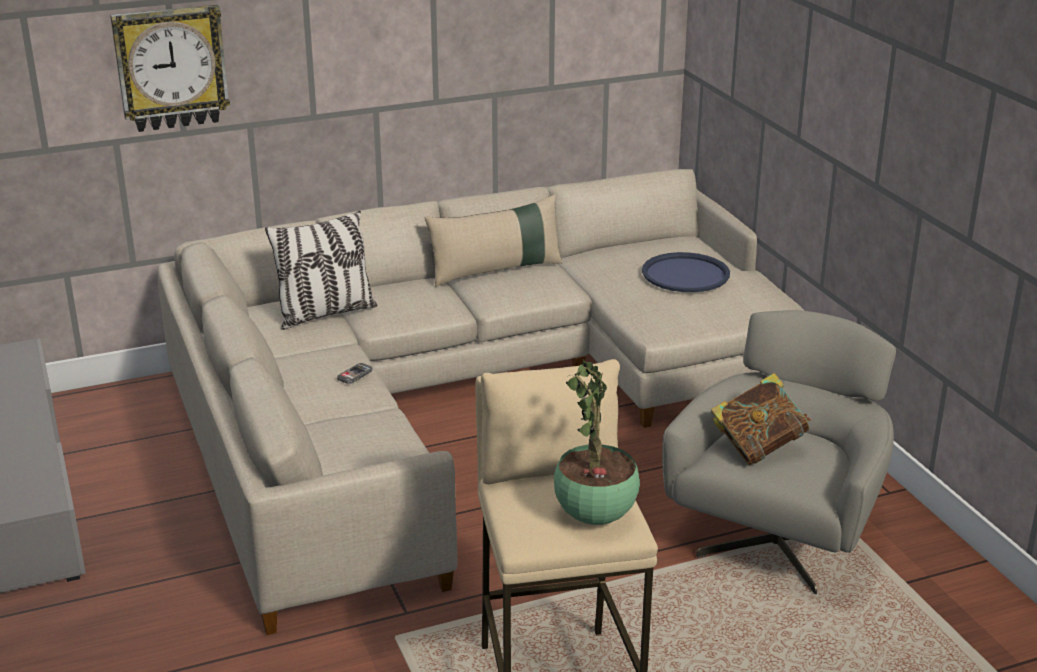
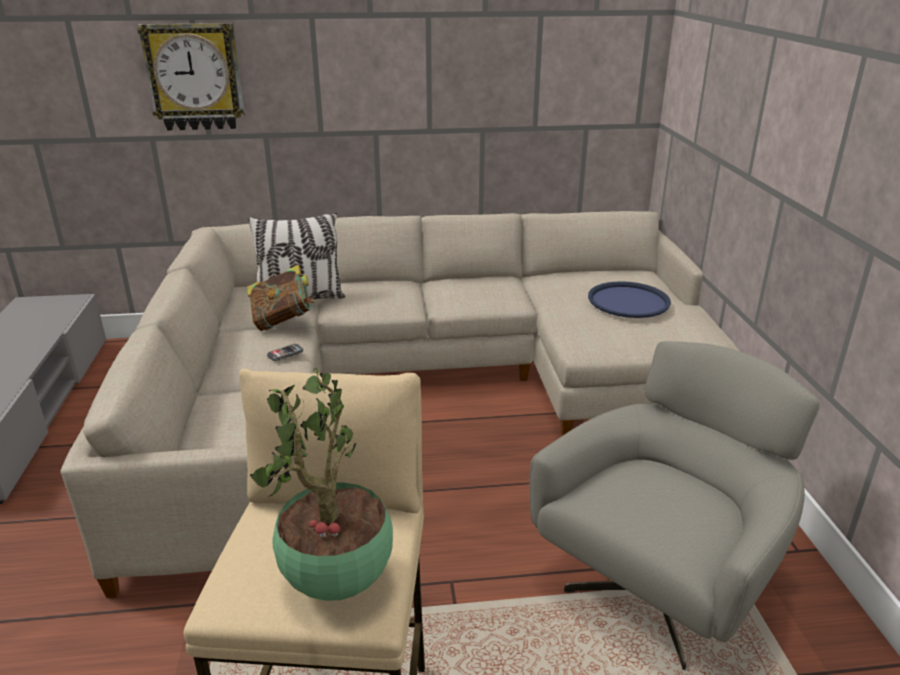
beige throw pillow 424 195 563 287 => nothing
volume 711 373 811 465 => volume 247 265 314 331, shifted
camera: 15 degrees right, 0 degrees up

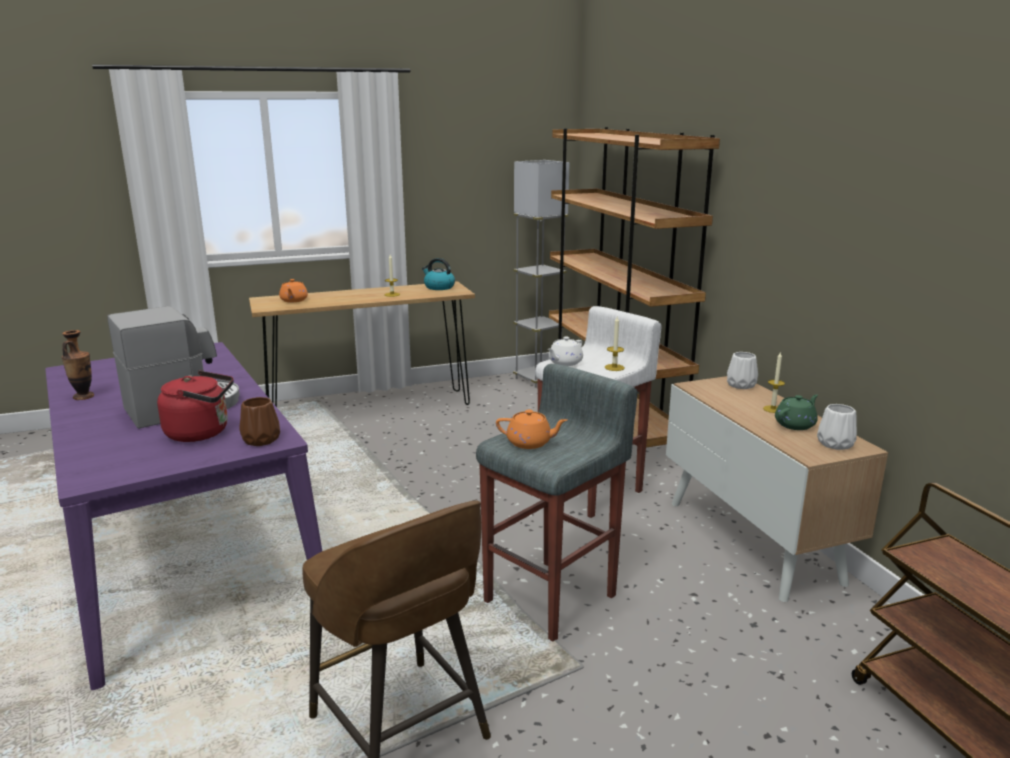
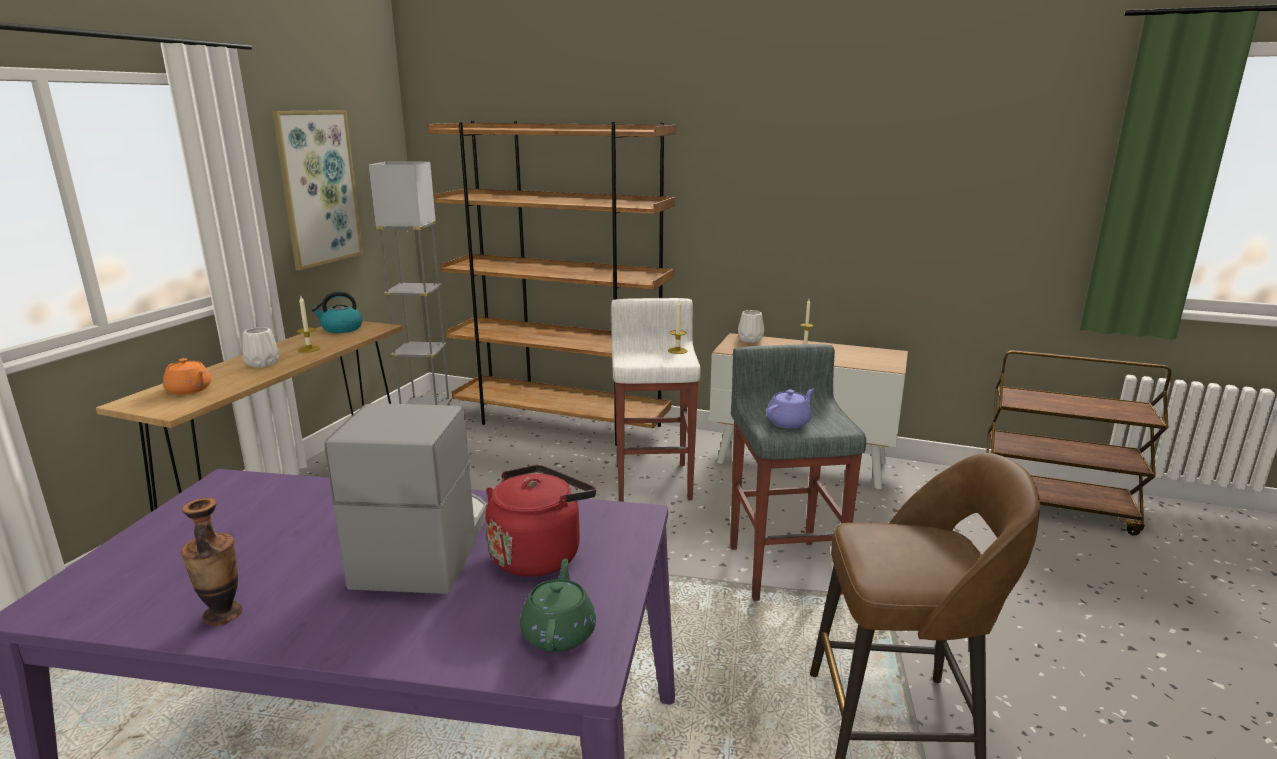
brown decorative vase 239 397 280 446 => nothing
orange tea pot 496 410 567 449 => purple-coloured tea pot 767 389 814 429
white-coloured tea pot 548 337 583 366 => nothing
greenish tea pot 775 395 818 430 => greenish tea pot 520 558 596 652, shifted
white-coloured decorative vase 817 404 857 450 => white-coloured decorative vase 243 327 279 368, shifted
nothing => wall picture 272 110 363 270
camera: 50 degrees left, 0 degrees up

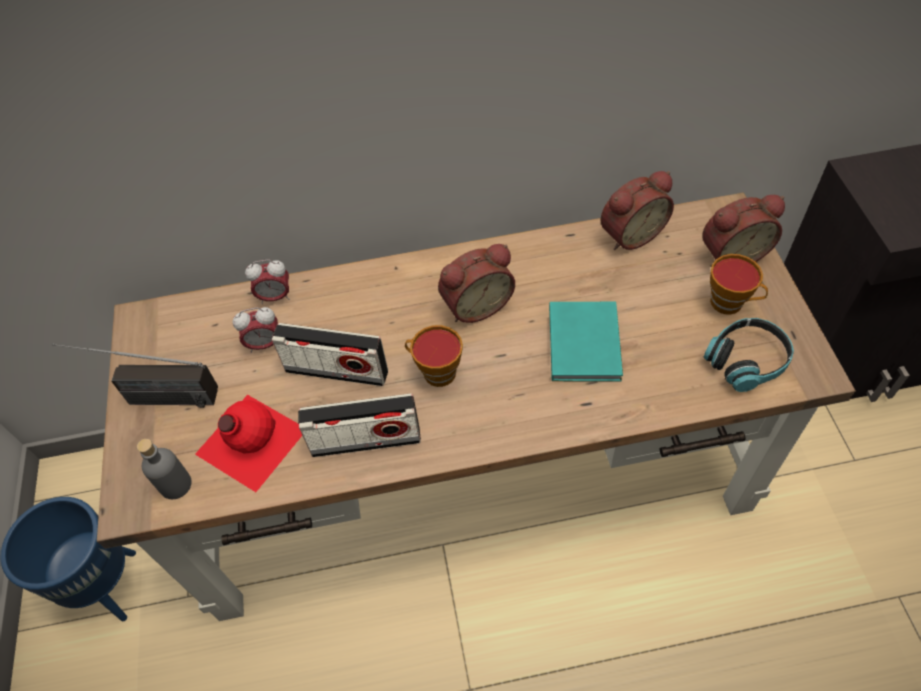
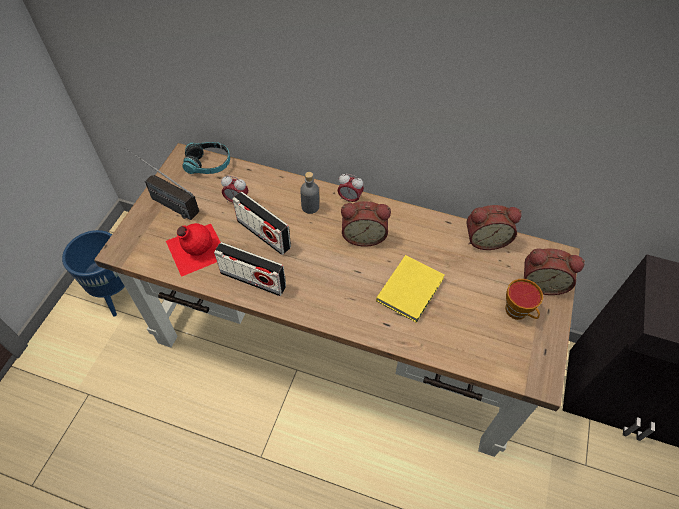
greyish beverage bottle 137 439 192 499 => greyish beverage bottle 300 172 319 214, shifted
table clock 245 260 290 304 => table clock 337 174 364 202, shifted
small cup 405 325 463 387 => nothing
blue-green volume 549 302 623 382 => yellow-coloured volume 376 255 445 323
headphones 704 318 794 392 => headphones 182 142 230 174, shifted
camera: 25 degrees right, 0 degrees up

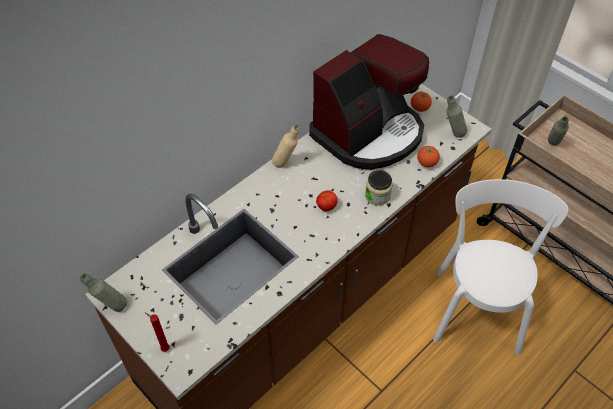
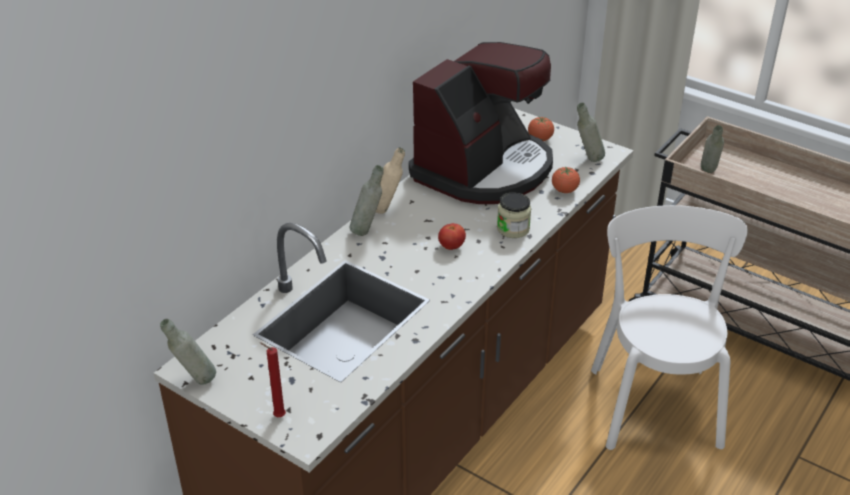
nothing => greyish beverage bottle 350 165 384 236
camera: 10 degrees left, 15 degrees down

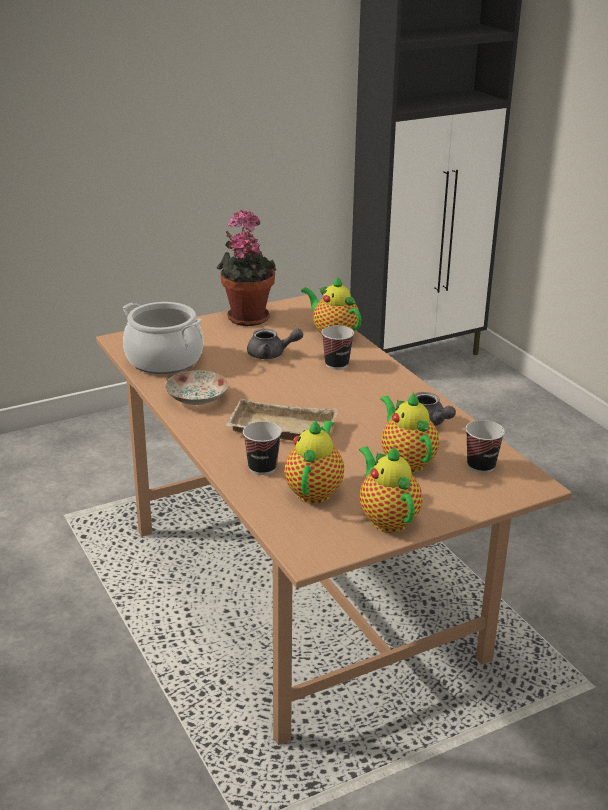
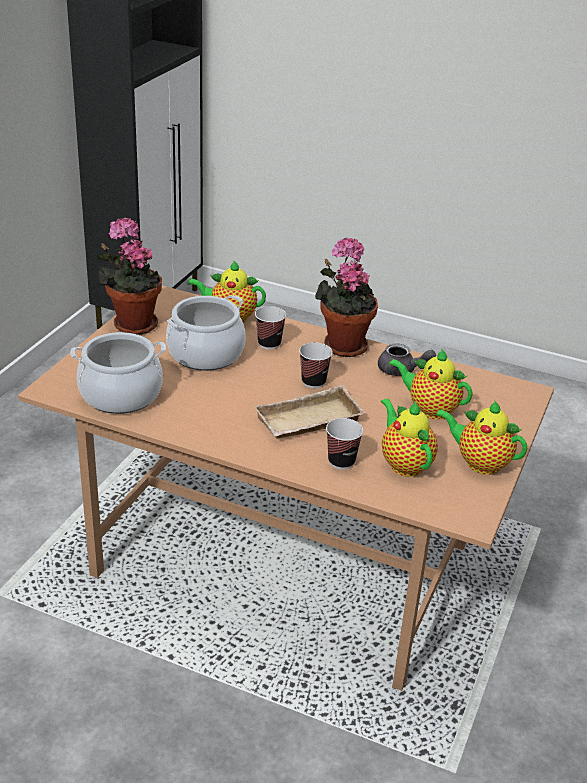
dinner plate 165 370 228 405 => nothing
greyish tea pot 247 329 303 359 => saucepot 166 295 245 371
small cup 466 420 505 473 => small cup 299 342 333 388, shifted
nothing => houseplant 315 238 378 357
camera: 40 degrees left, 5 degrees up

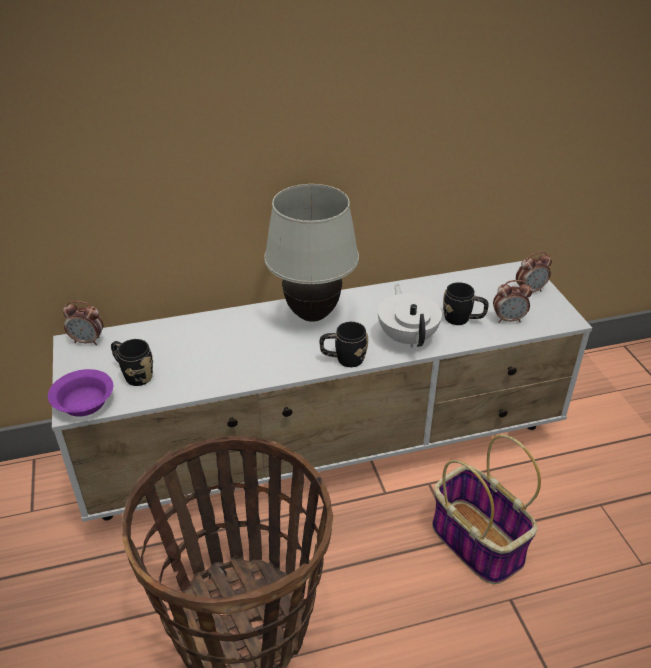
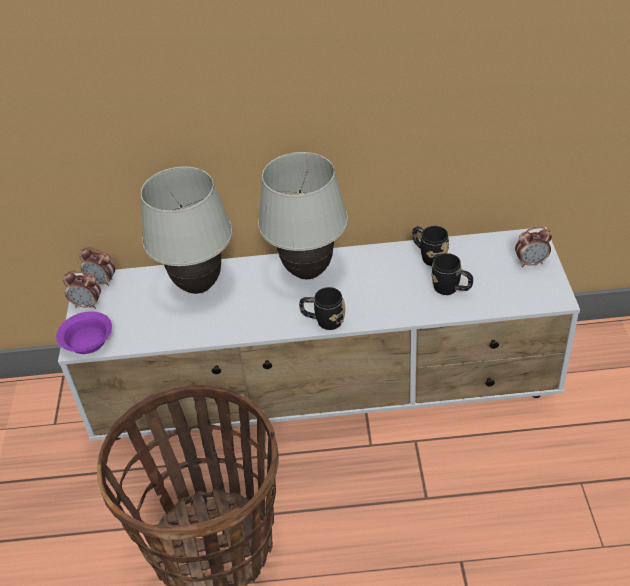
black coffee mug 111 339 153 386 => black coffee mug 412 226 449 266, shifted
white-coloured tea pot 378 284 442 348 => nothing
storage basket 432 434 541 584 => nothing
table clock 493 280 532 323 => table clock 63 271 101 309, shifted
nothing => white-coloured tabletop lamp 140 166 233 294
camera: 15 degrees right, 5 degrees up

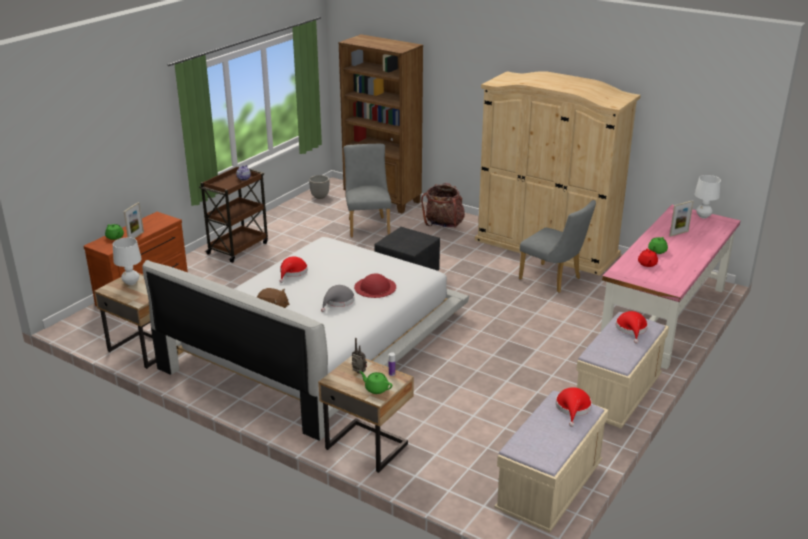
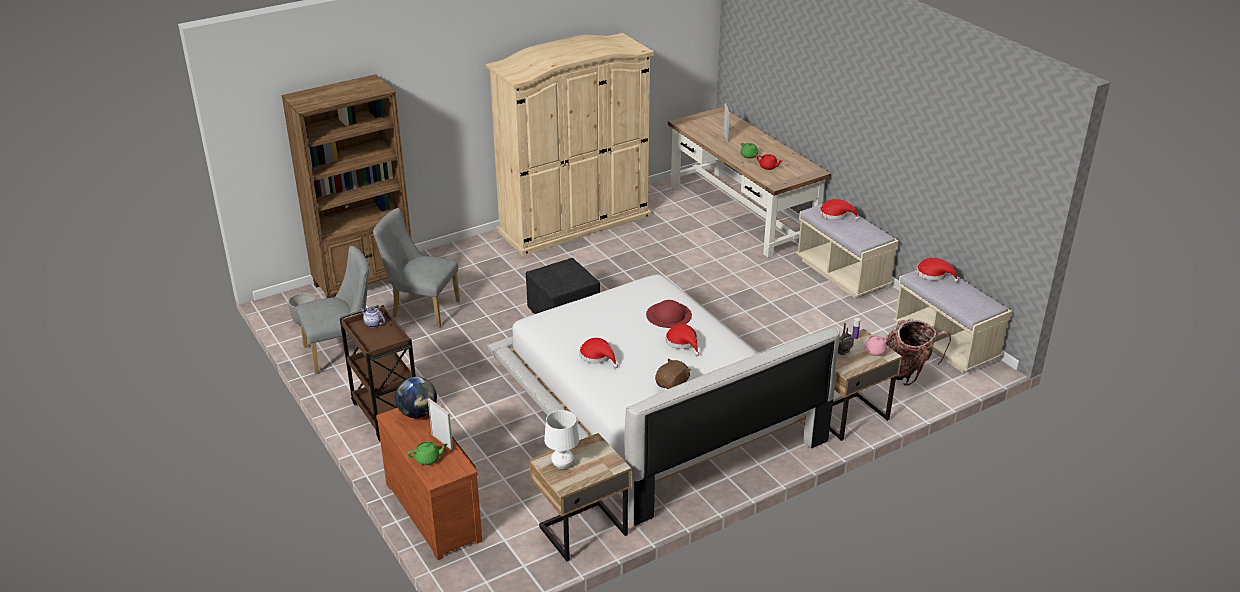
greyish clothing hat 321 285 355 312 => red clothing hat 666 324 699 356
greenish tea pot 359 371 392 394 => pinkish tea pot 863 336 889 356
knapsack 421 183 465 228 => knapsack 886 319 951 385, shifted
greyish upright chair 519 200 596 293 => greyish upright chair 296 246 369 374, shifted
pinkish desk table 601 205 741 369 => brown desk table 668 107 831 258
white-coloured tabletop lamp 695 175 721 218 => nothing
nothing => desk globe 395 377 437 418
camera: 65 degrees left, 5 degrees up

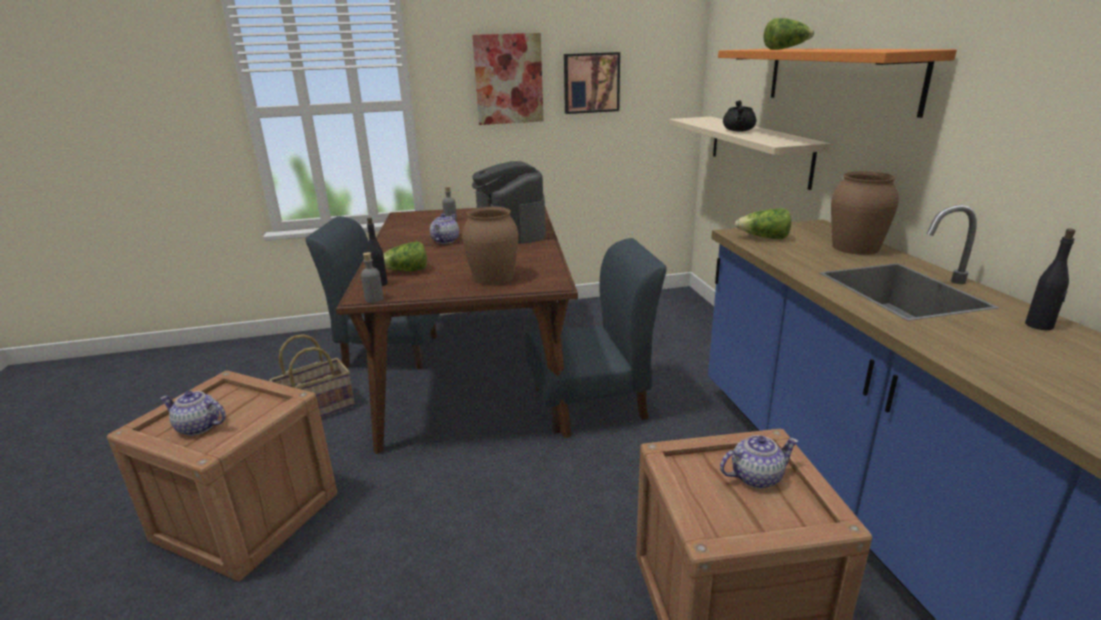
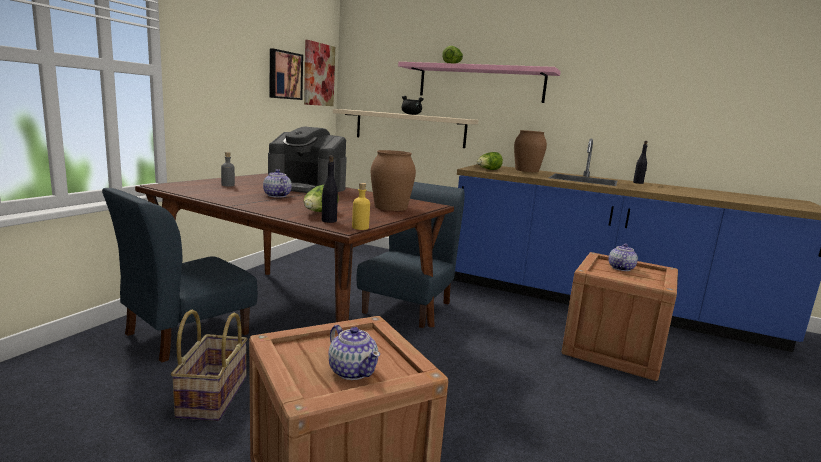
tea pot 160 391 226 436 => tea pot 329 325 380 380, 90 degrees counterclockwise
greyish beverage bottle 361 252 384 303 => yellow-coloured beverage bottle 352 183 370 230
wall picture 472 33 543 125 => wall picture 304 40 335 106, shifted
orange shelf 718 49 957 118 => pinkish shelf 398 62 561 103
camera: 55 degrees left, 10 degrees down

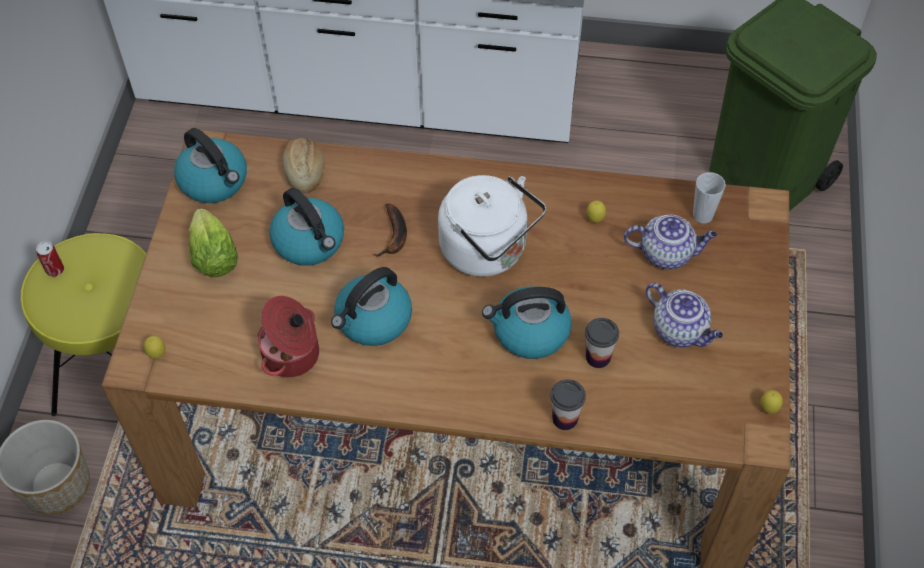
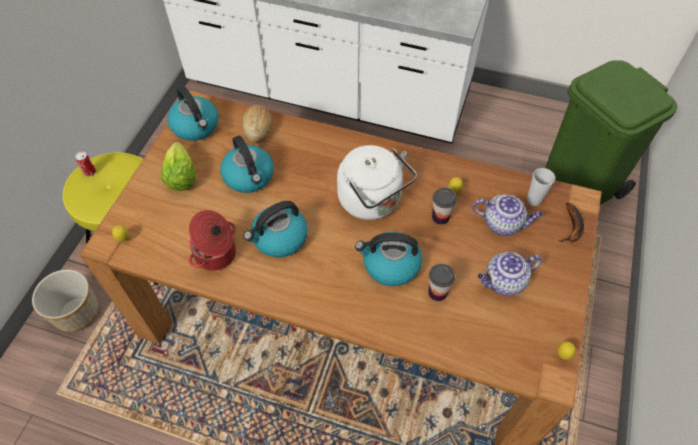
banana 374 203 407 257 => banana 558 203 584 242, shifted
small cup 550 379 586 430 => small cup 432 188 457 225, shifted
tea pot 646 283 723 348 => tea pot 478 252 542 296, 105 degrees clockwise
camera: 10 degrees right, 0 degrees up

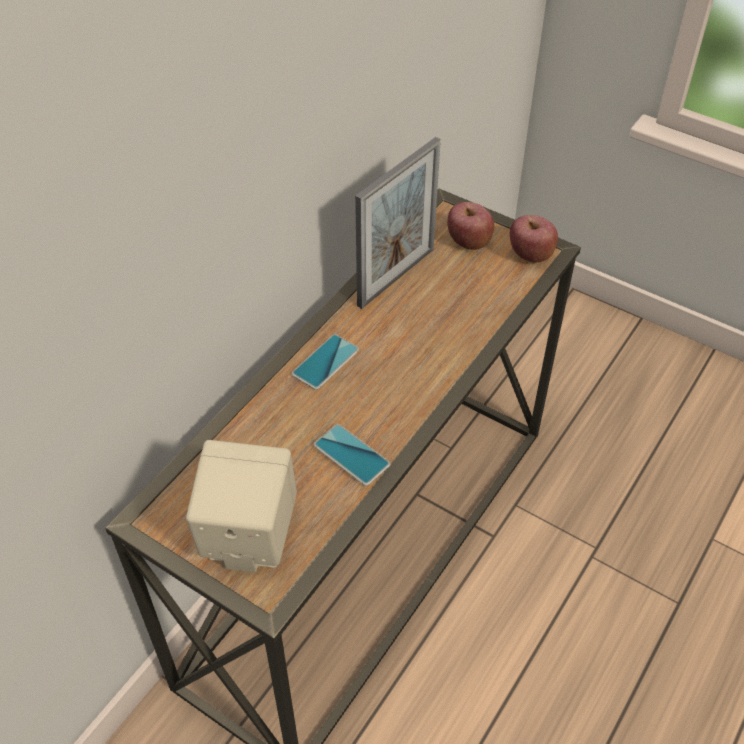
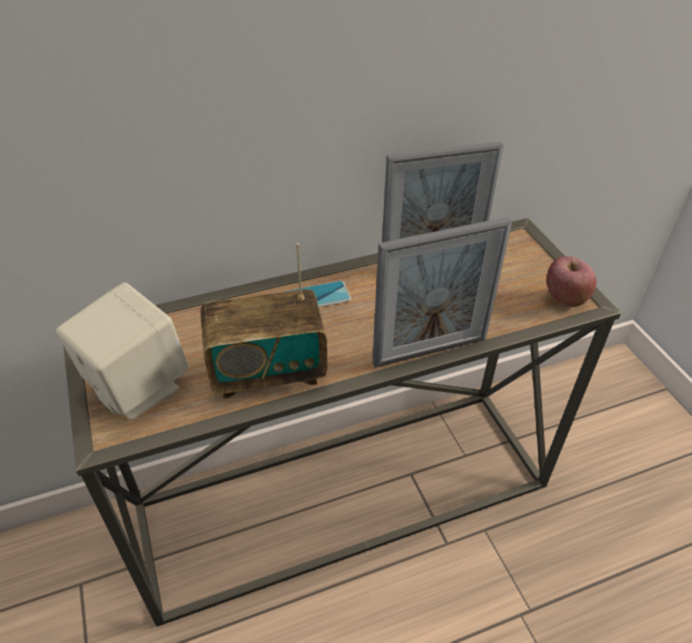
telephone 314 424 390 486 => radio 201 243 327 399
apple 447 202 494 250 => nothing
nothing => photo frame 372 217 512 368
camera: 35 degrees right, 5 degrees down

